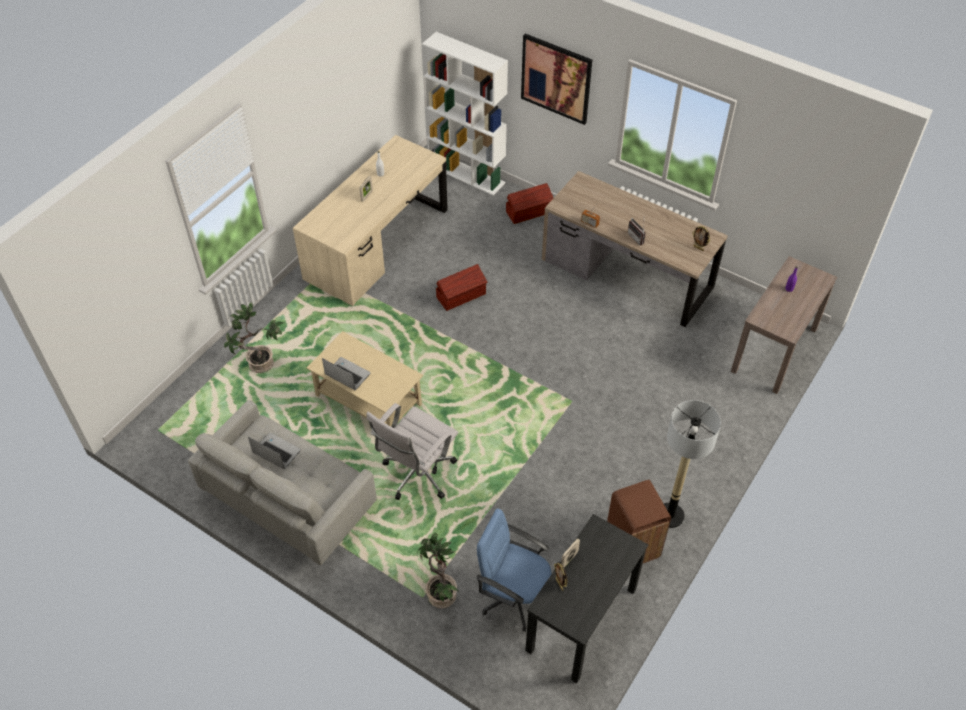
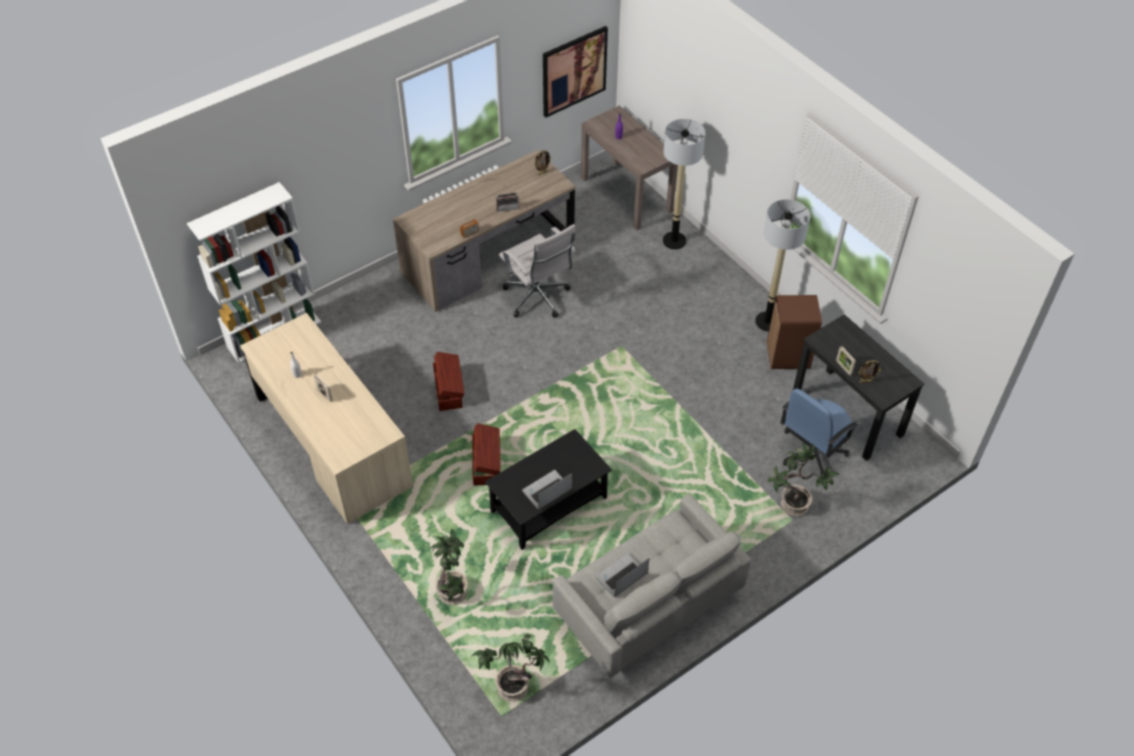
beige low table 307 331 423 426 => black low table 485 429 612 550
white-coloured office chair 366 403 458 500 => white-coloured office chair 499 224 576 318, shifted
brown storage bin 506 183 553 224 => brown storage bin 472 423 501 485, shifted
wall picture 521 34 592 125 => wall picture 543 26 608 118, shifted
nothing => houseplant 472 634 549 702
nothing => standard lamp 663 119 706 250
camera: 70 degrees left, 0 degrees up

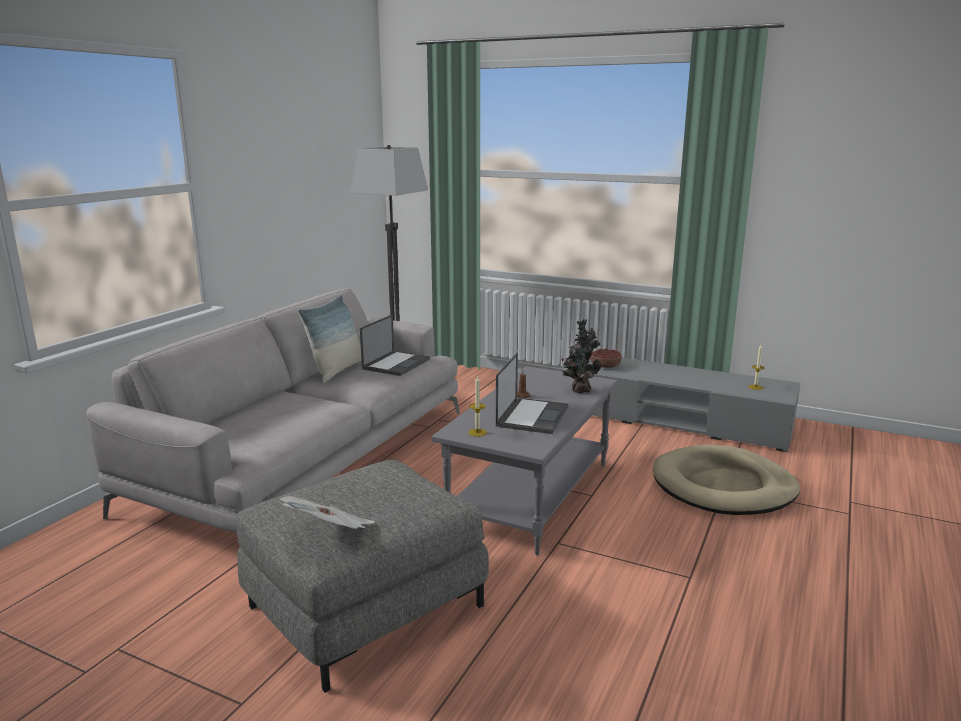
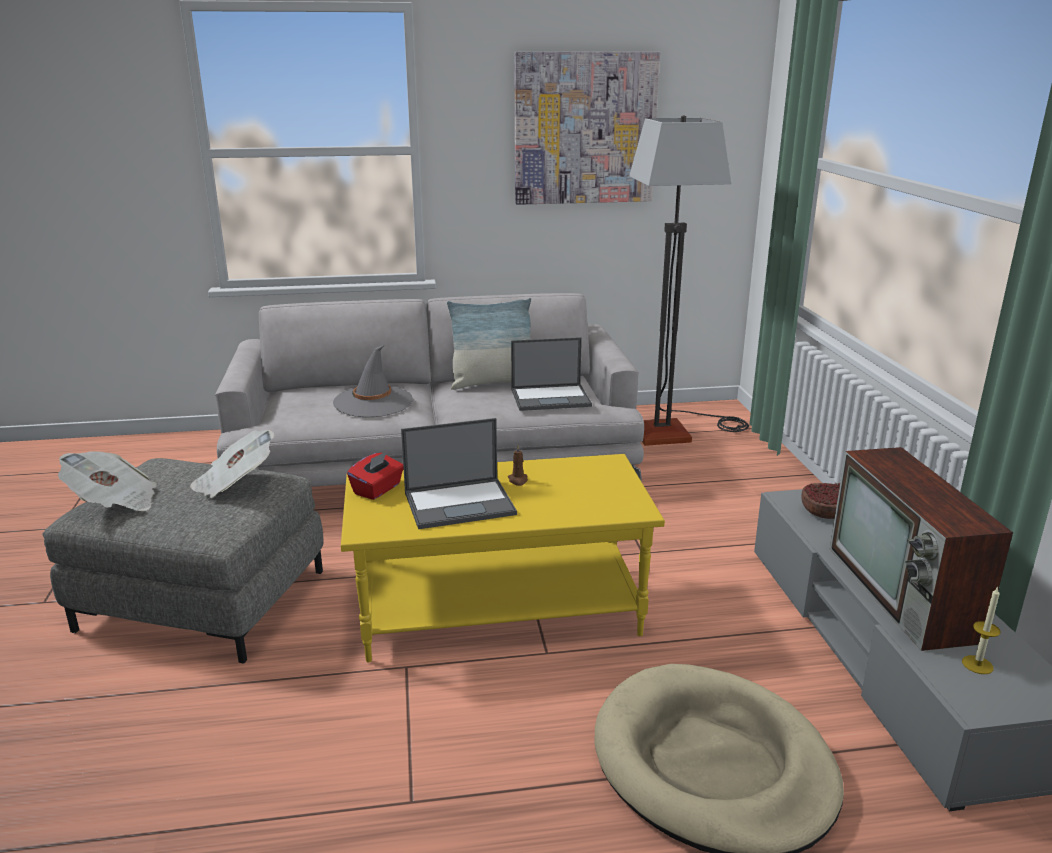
greyish low table 431 366 617 555 => yellow-coloured low table 341 454 665 662
wax light 468 375 487 437 => red tissue holder 347 451 404 500
houseplant 561 319 602 393 => nothing
nothing => printed paper 190 430 275 498
nothing => greyish clothing hat 333 346 413 417
nothing => wall picture 514 52 660 205
nothing => television 830 447 1013 651
camera: 55 degrees right, 5 degrees up

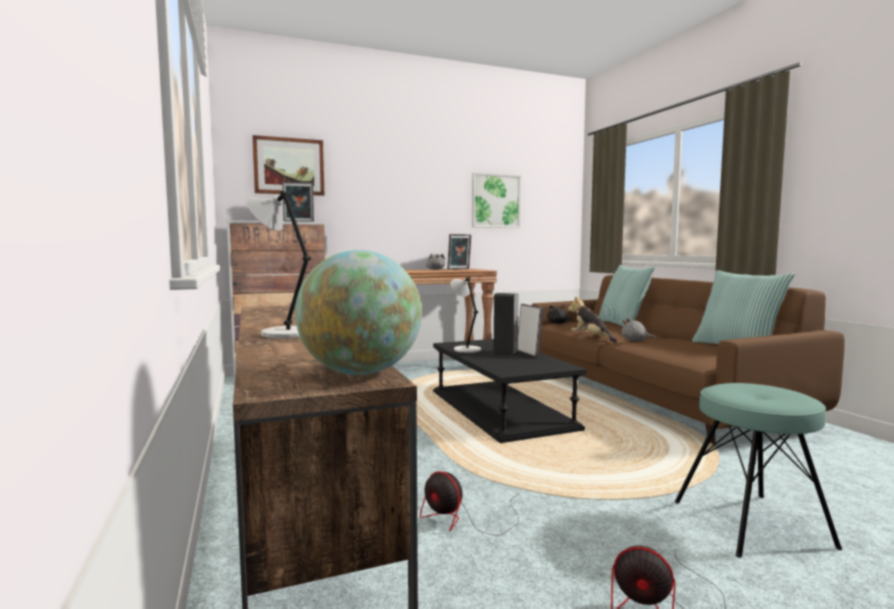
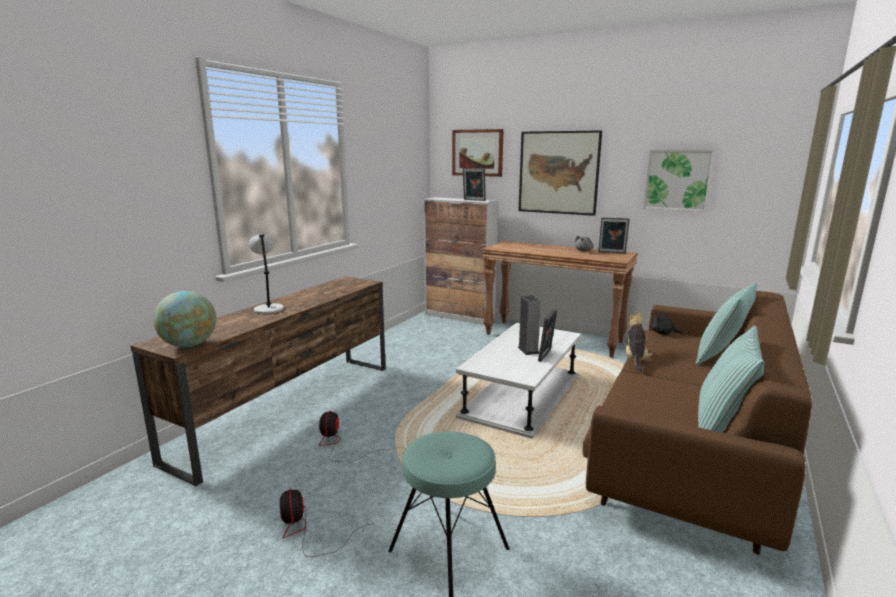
black low table 433 339 587 443 => white-coloured low table 456 323 581 439
greyish tabletop lamp 451 277 481 353 => nothing
greyish plush toy 621 318 657 341 => nothing
nothing => wall picture 519 130 602 216
camera: 50 degrees right, 10 degrees up

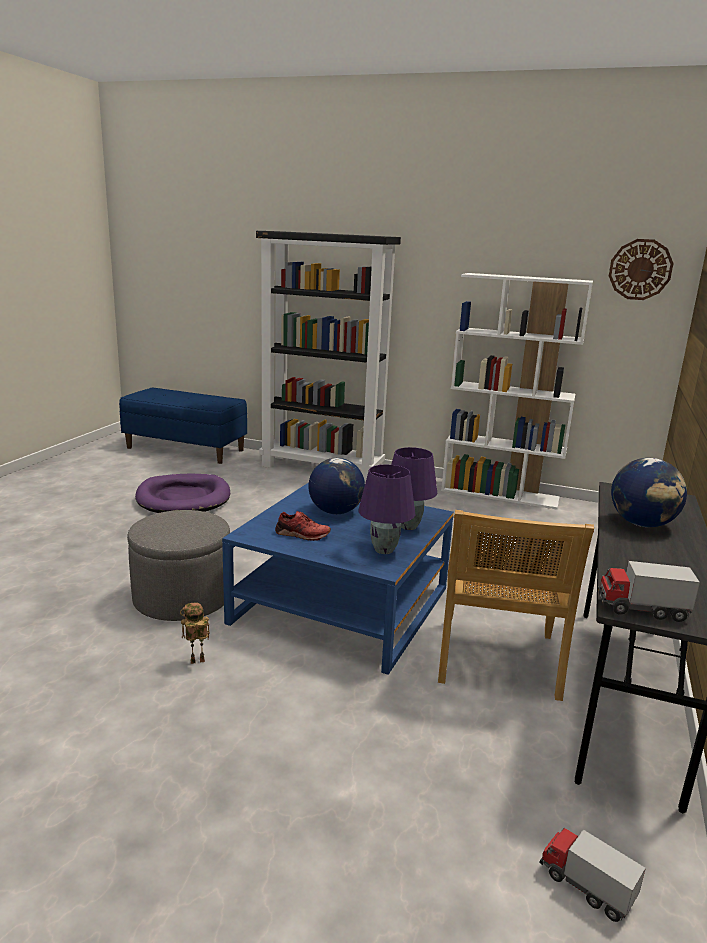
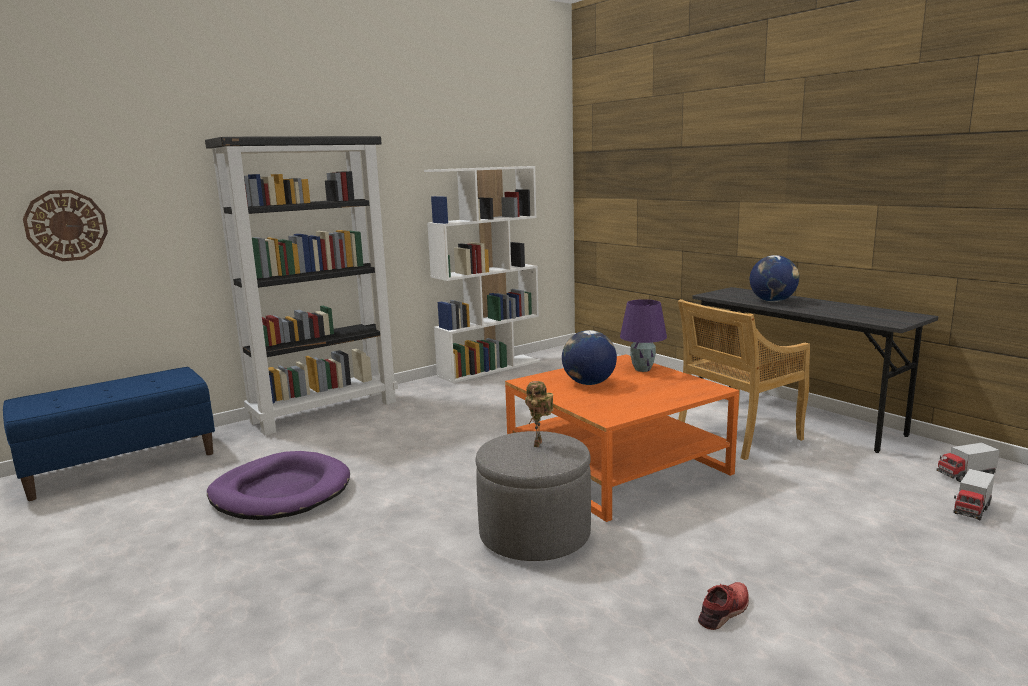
robot figure 180 602 210 664 => robot figure 525 381 554 447, shifted
bluish low table 222 482 454 675 => orange low table 505 354 739 522
red shoe 275 511 331 541 => red shoe 698 582 749 630, shifted
purple-coloured tabletop lamp 359 464 415 554 => nothing
beige upright chair 438 510 594 701 => beige upright chair 678 299 810 460, 105 degrees clockwise
model truck 598 561 700 622 => model truck 953 469 995 521, shifted
hanging clock 609 239 674 300 => hanging clock 23 190 108 261, shifted
camera: 55 degrees left, 5 degrees down

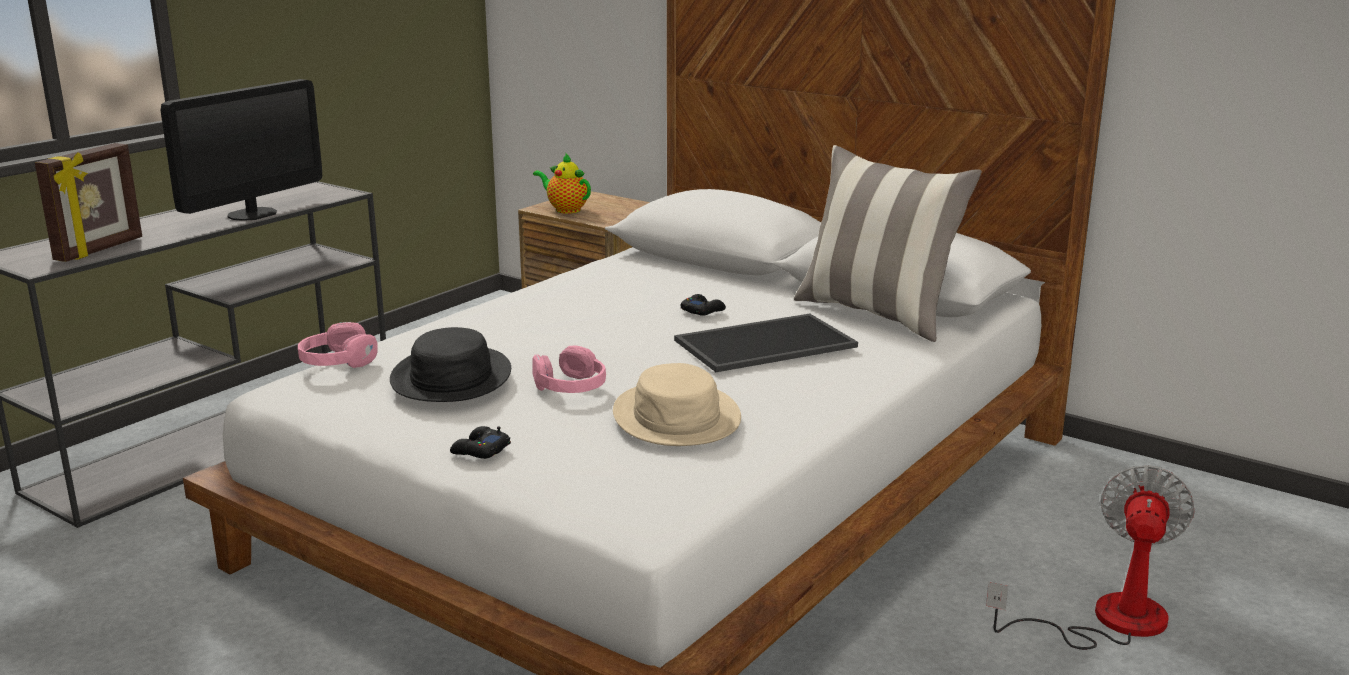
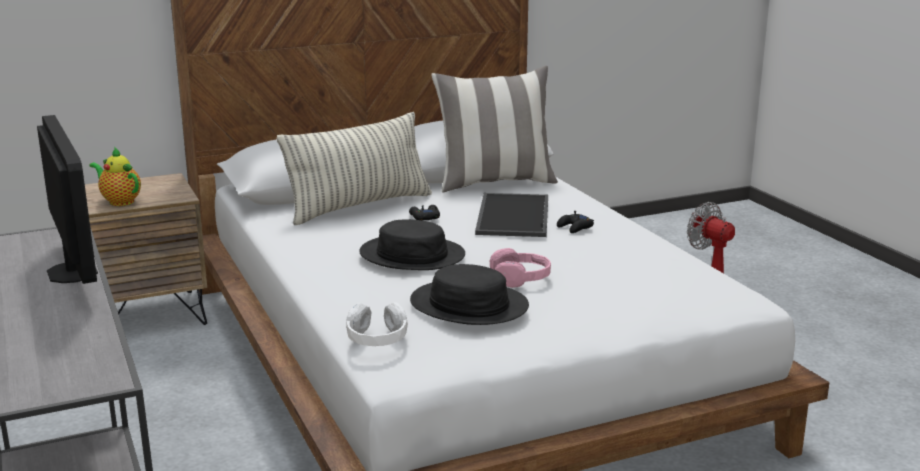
photo frame 35 143 142 262 => nothing
pinkish headphones 298 322 378 368 => white-coloured headphones 346 302 408 346
black game controller 450 426 511 459 => black game controller 557 211 594 233, shifted
tea pot 533 152 591 214 => tea pot 89 148 141 206, 60 degrees clockwise
beige clothing hat 613 363 741 446 => nothing
nothing => throw pillow 277 112 432 225
nothing => black clothing hat 359 219 465 270
camera: 60 degrees left, 0 degrees up

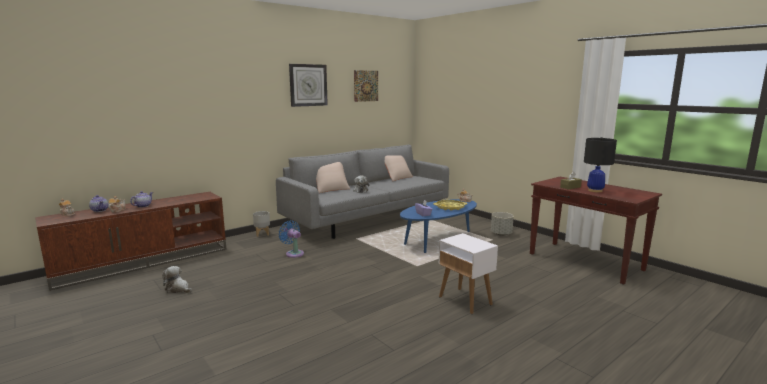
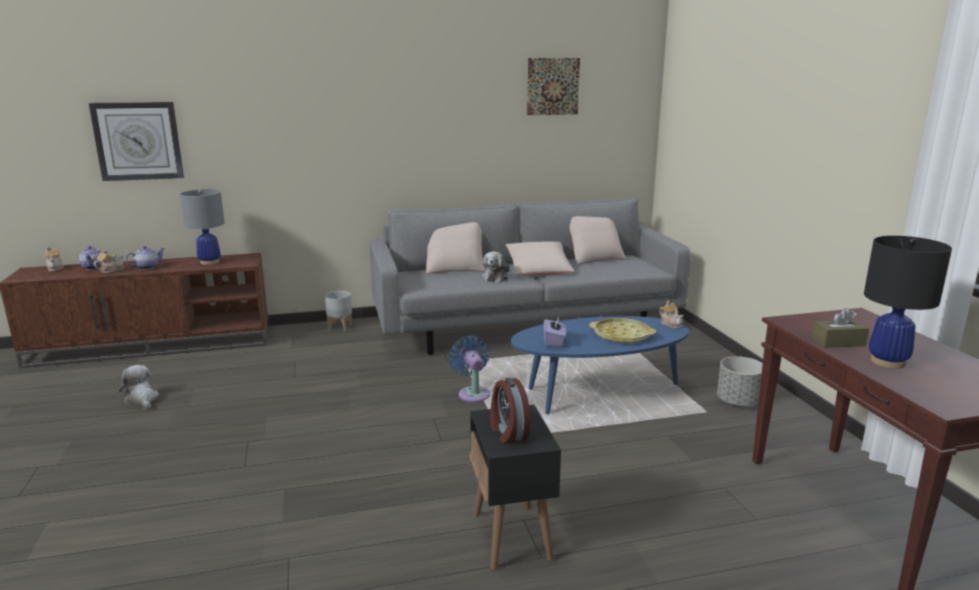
bluish cooling fan 278 220 304 258 => bluish cooling fan 449 336 490 403, shifted
hanging clock 289 64 328 107 => hanging clock 89 102 184 181, shifted
white-coloured accent table 439 233 498 314 => black accent table 469 405 561 570
nothing => greyish tabletop lamp 180 189 225 265
nothing => table clock 490 378 530 444
nothing => beige throw pillow 506 241 575 276
camera: 25 degrees right, 5 degrees up

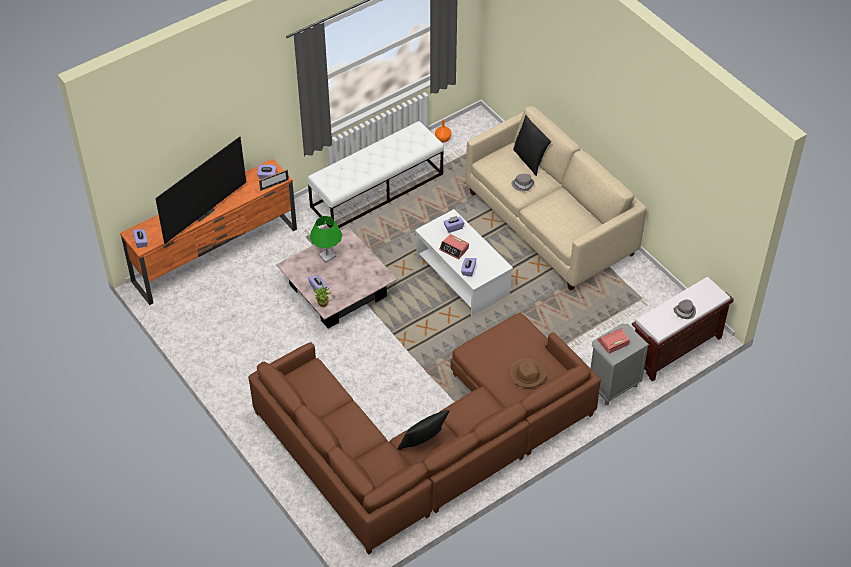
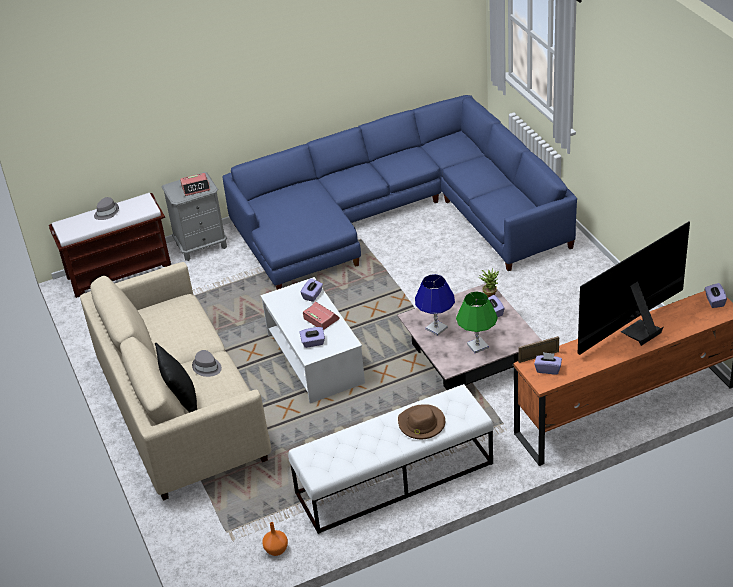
brown couch 248 312 601 555 => bluish couch 223 95 577 290
black throw pillow 398 410 450 450 => nothing
brown clothing hat 509 358 547 388 => brown clothing hat 398 404 445 439, shifted
nothing => bluish tabletop lamp 415 274 455 336
camera: 165 degrees left, 10 degrees down

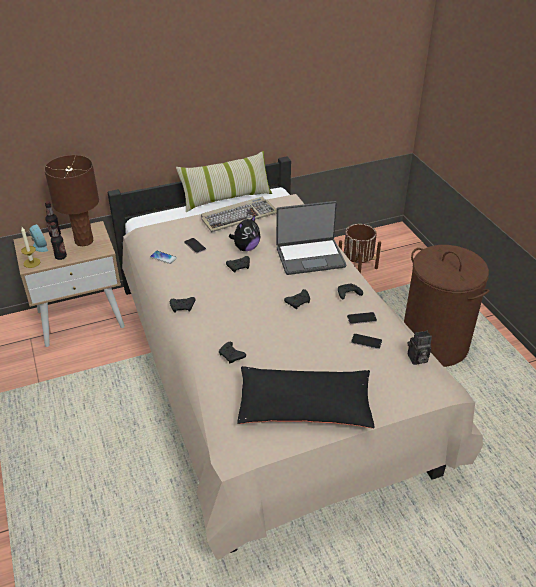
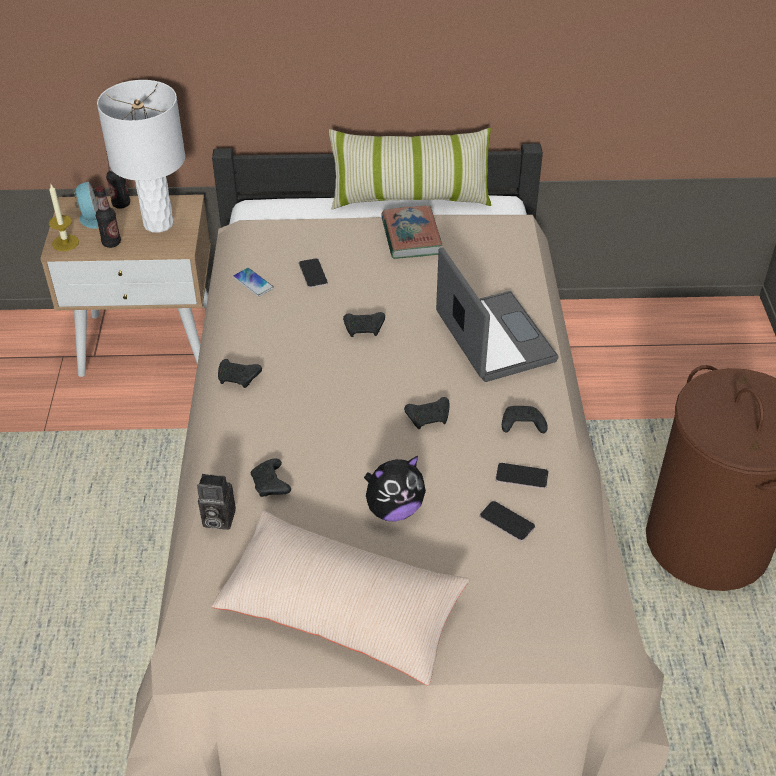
brown tabletop lamp 44 155 99 246 => white-coloured tabletop lamp 97 80 185 233
computer keyboard 201 197 277 232 => volume 381 205 443 259
plush toy 229 215 261 251 => plush toy 364 456 426 522, shifted
black throw pillow 237 366 375 428 => beige throw pillow 212 510 470 685
portable computer 276 201 346 275 => portable computer 436 248 558 382, 120 degrees counterclockwise
brown flower pot 339 224 381 273 => nothing
photo camera 408 331 432 365 => photo camera 197 474 236 530, shifted
camera: 20 degrees right, 5 degrees up

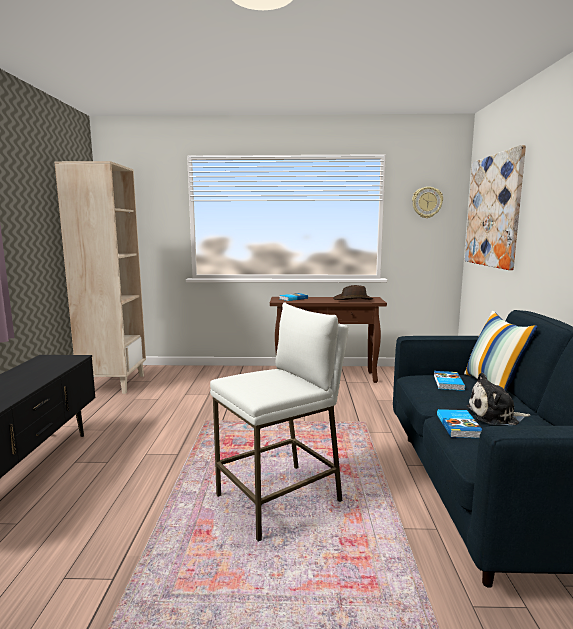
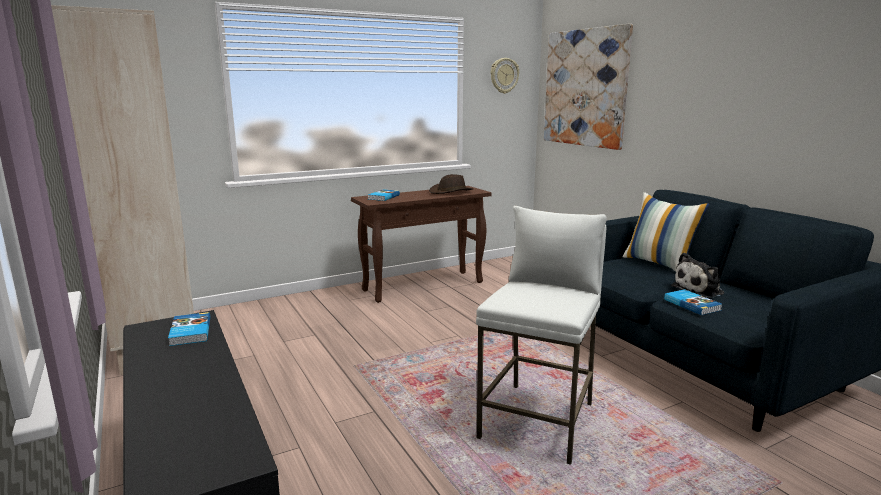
volume 434 371 465 391 => volume 168 312 210 346, shifted
camera: 30 degrees left, 5 degrees up

